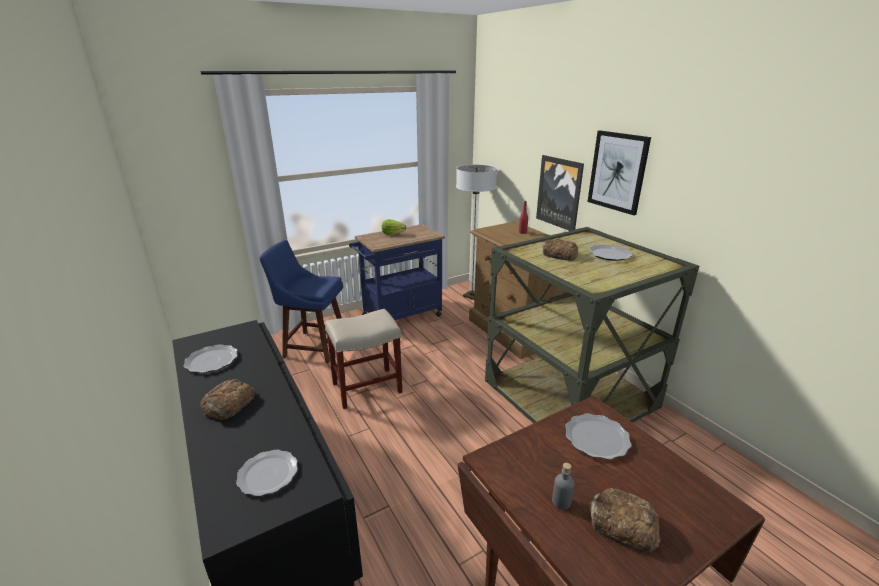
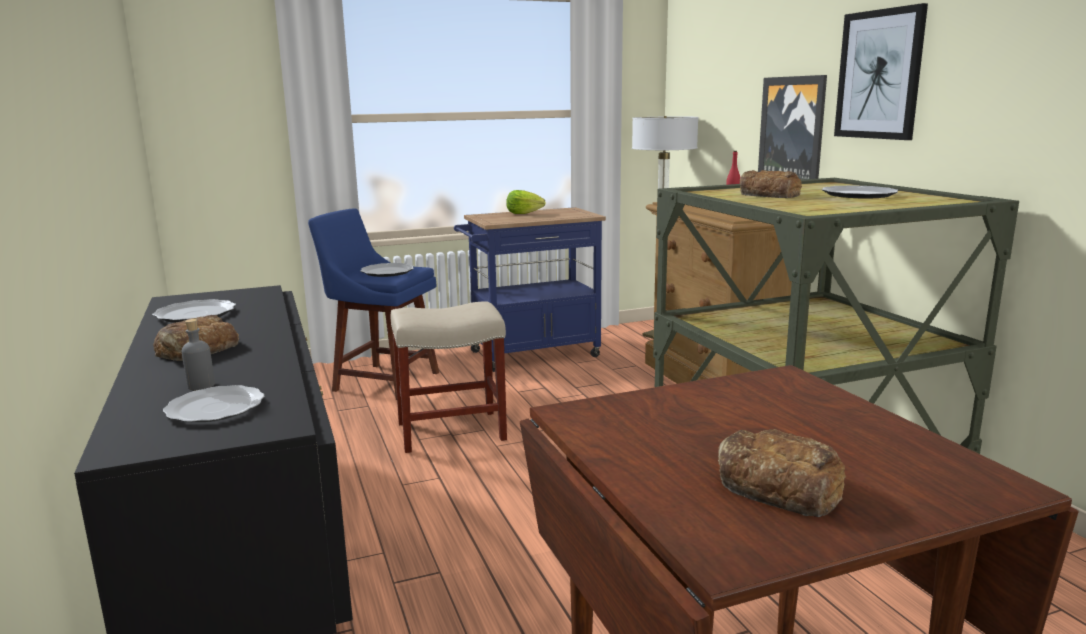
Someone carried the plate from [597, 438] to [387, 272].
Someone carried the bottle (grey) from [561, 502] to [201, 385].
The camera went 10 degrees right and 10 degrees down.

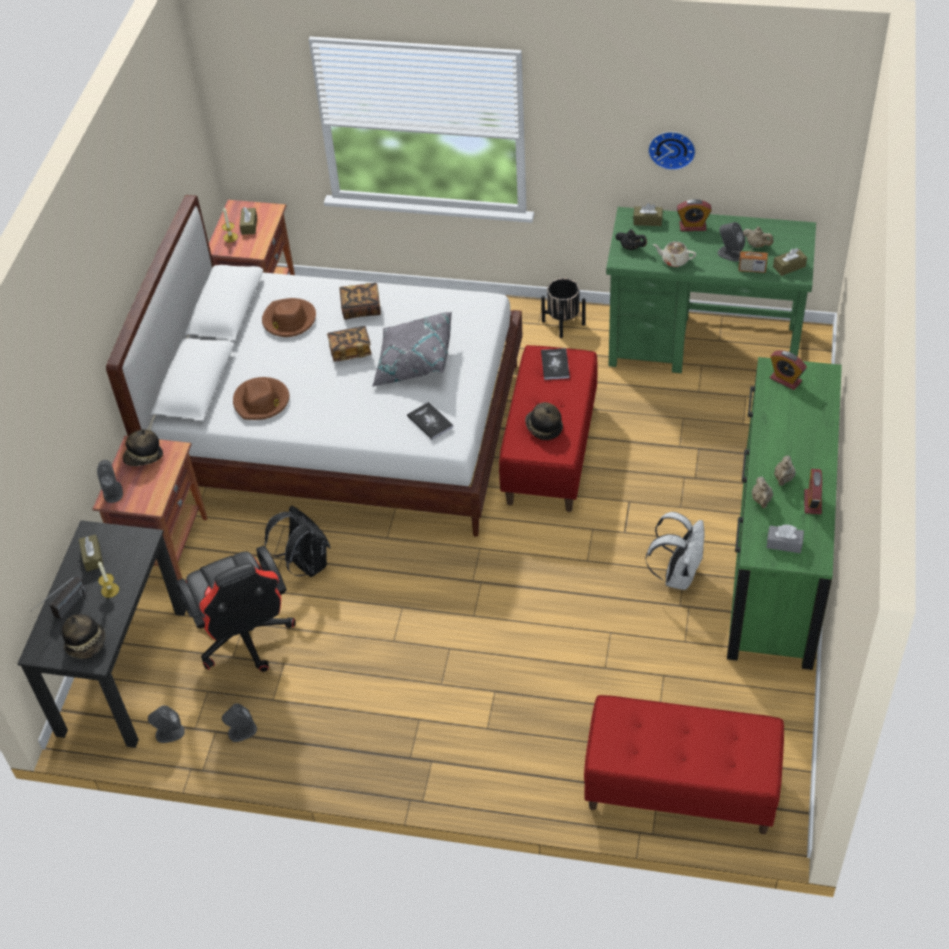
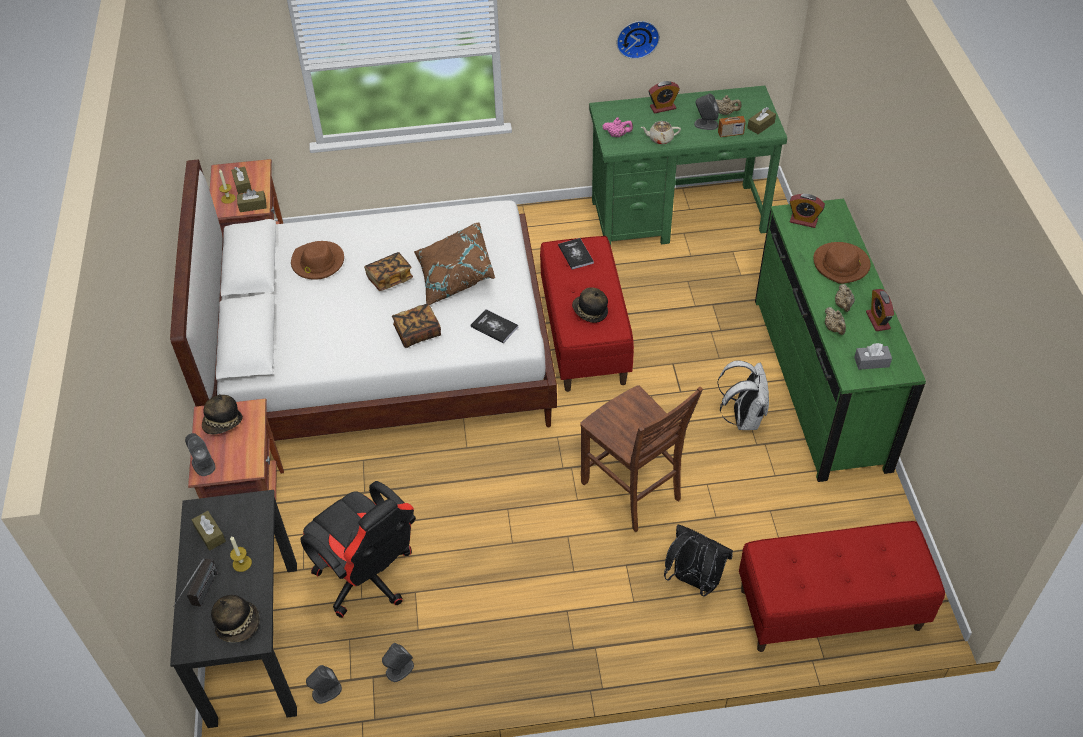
Someone carried the tissue box (brown) from [647, 221] to [252, 206].
Someone repainted the teapot (black) at [631, 248], which became the teapot (pink) at [617, 135].
Someone took away the planter (black) at [563, 322].
Someone carried the book from [361, 308] to [417, 333].
Someone repainted the pillow (grey) at [413, 362], which became the pillow (brown) at [454, 277].
Someone carried the hat (brown) from [261, 401] to [841, 265].
Someone carried the backpack (black) from [305, 564] to [693, 580].
Someone put down the chair (brown) at [633, 492].
The camera went 20 degrees left and 0 degrees up.

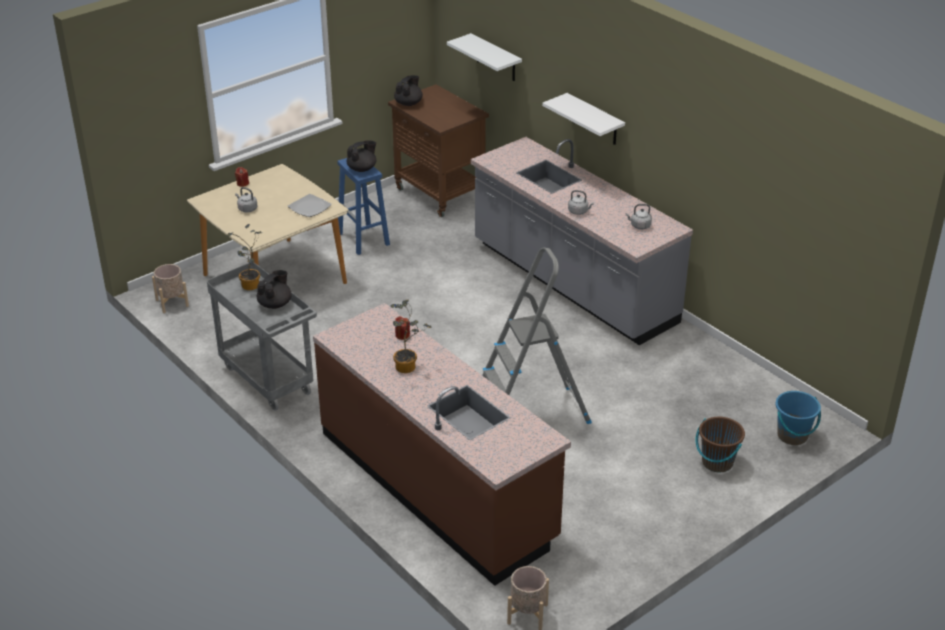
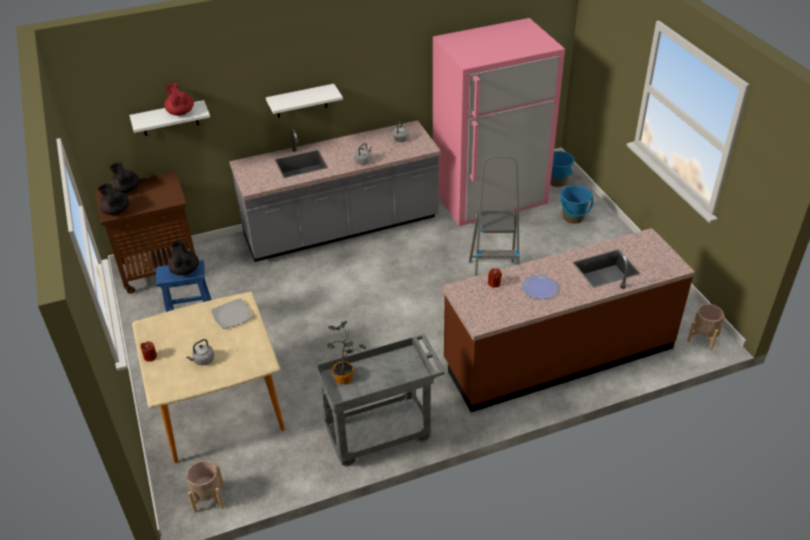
Someone carried the teapot (black) from [275, 304] to [127, 189].
Someone swapped the potted plant at [408, 367] for the plate at [539, 288].
Someone repainted the bucket (brown) at [717, 462], which became the bucket (blue) at [573, 217].
Someone put down the fridge (pink) at [490, 196].
Someone put down the teapot (red) at [180, 112].
The camera went 70 degrees left and 5 degrees up.

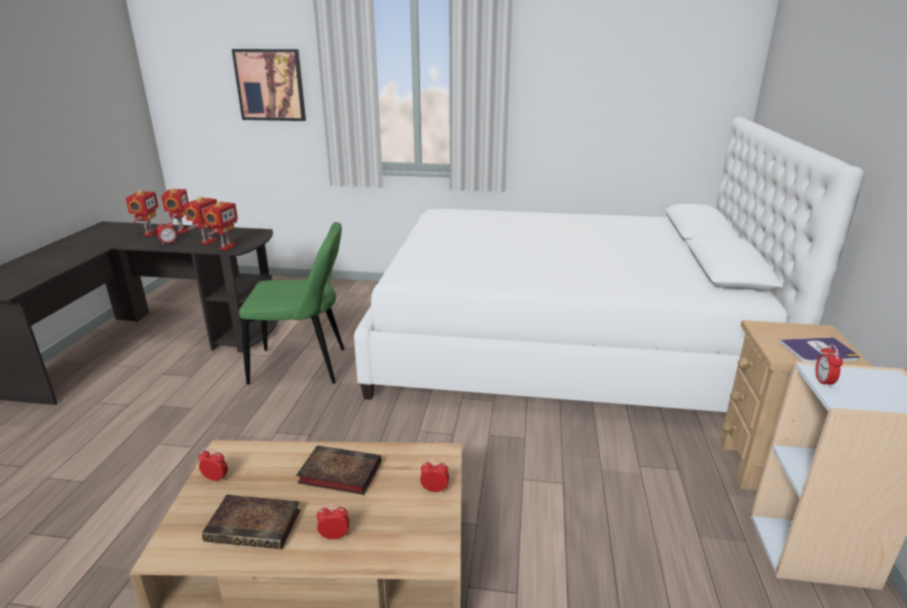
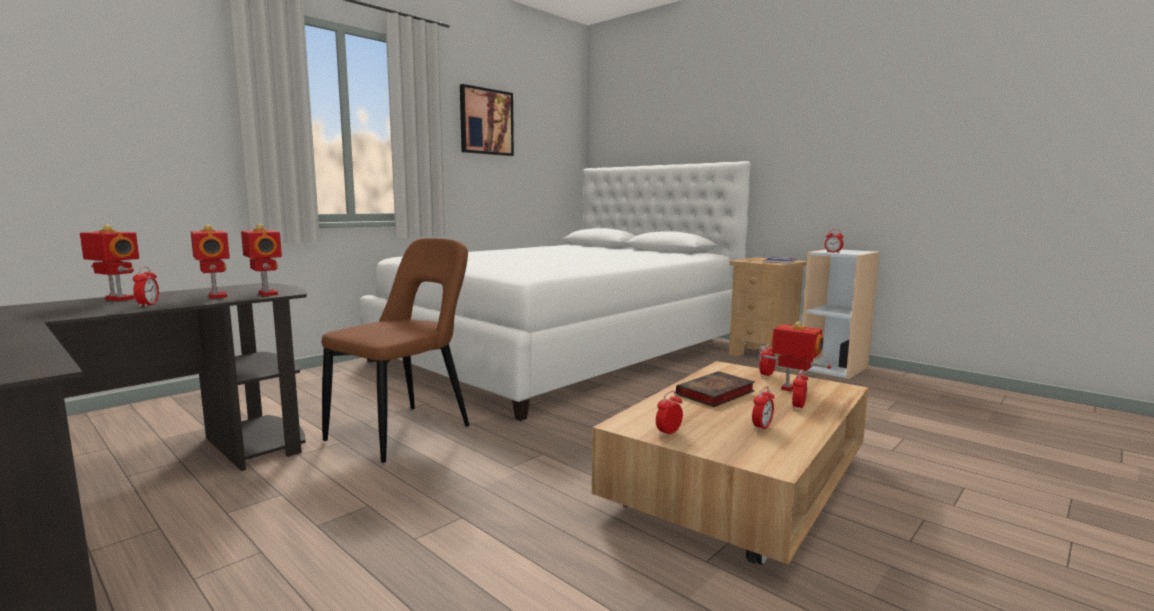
Someone carried the picture from [270, 85] to [486, 122].
Someone carried the toy robot from [149, 233] to [793, 390].
Someone repainted the chair (green) at [303, 366], which became the chair (brown) at [405, 431].
Someone swapped the book at [256, 525] for the alarm clock at [762, 427].
The camera went 55 degrees left and 15 degrees down.

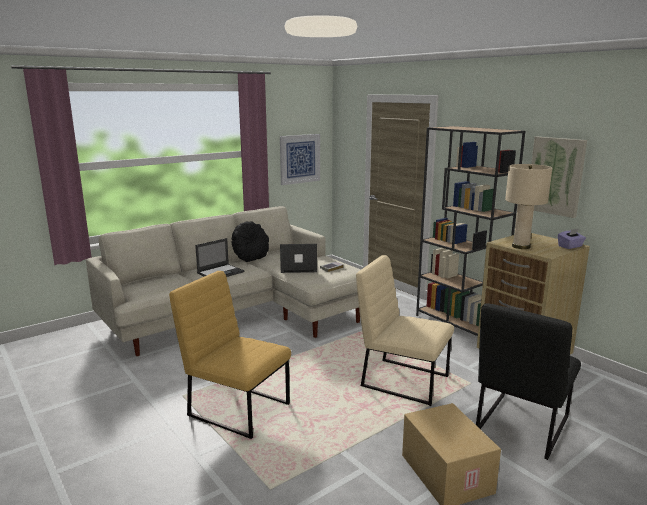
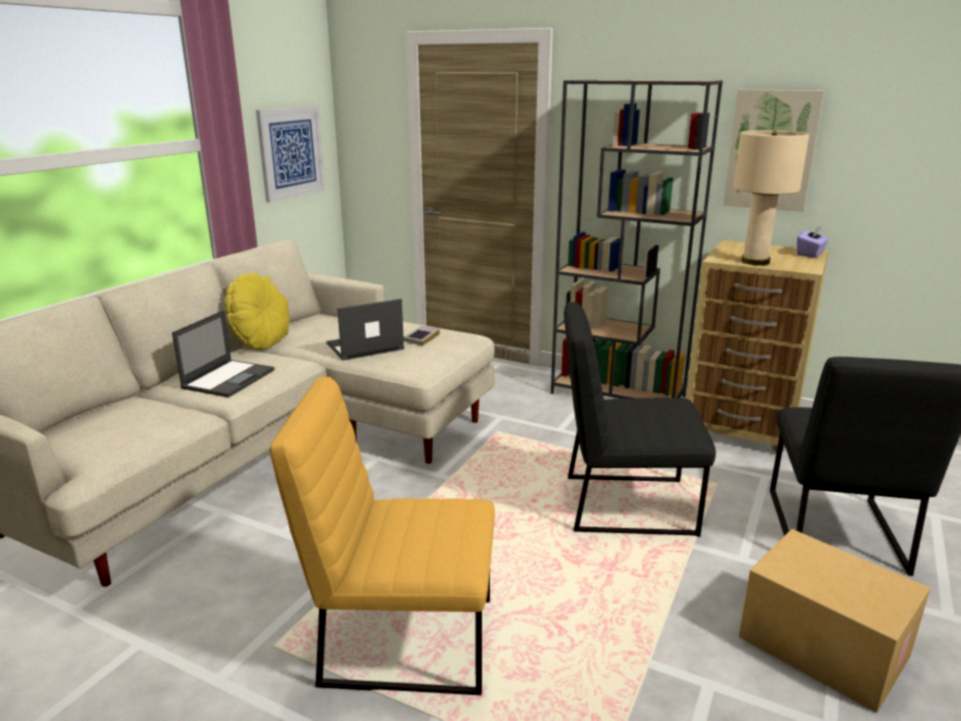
Someone repainted the pillow (black) at [251, 259], which became the pillow (yellow) at [262, 344].
Someone repainted the chair (beige) at [402, 380], which became the chair (black) at [624, 504].
The camera went 25 degrees left and 5 degrees up.

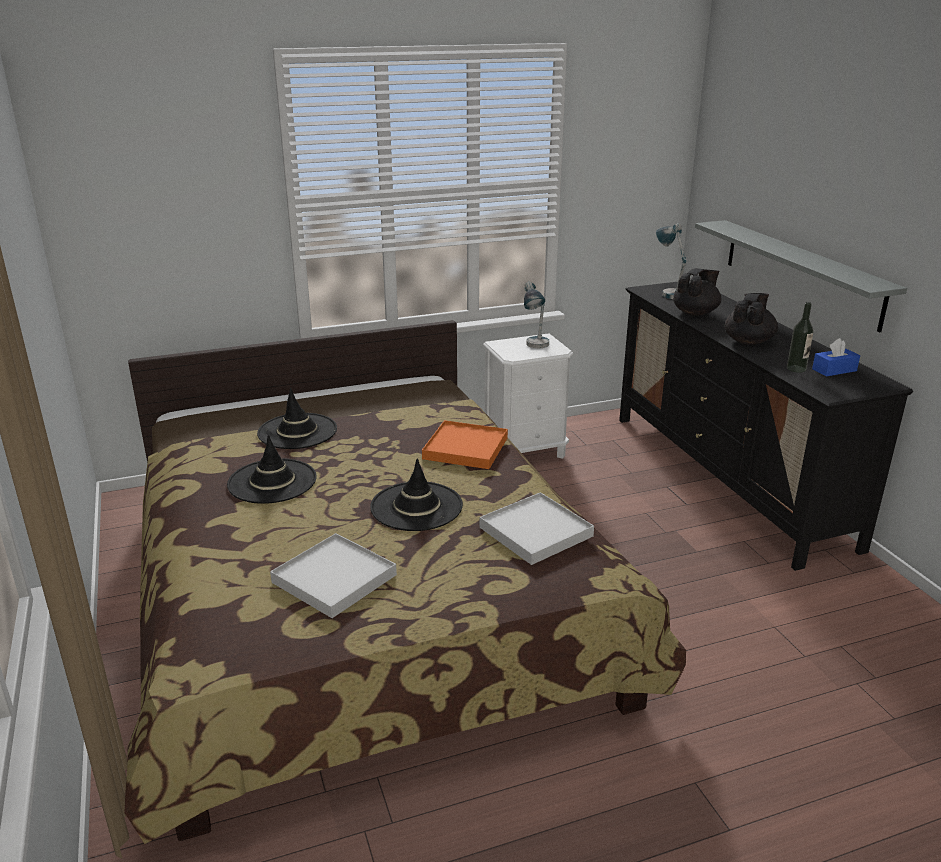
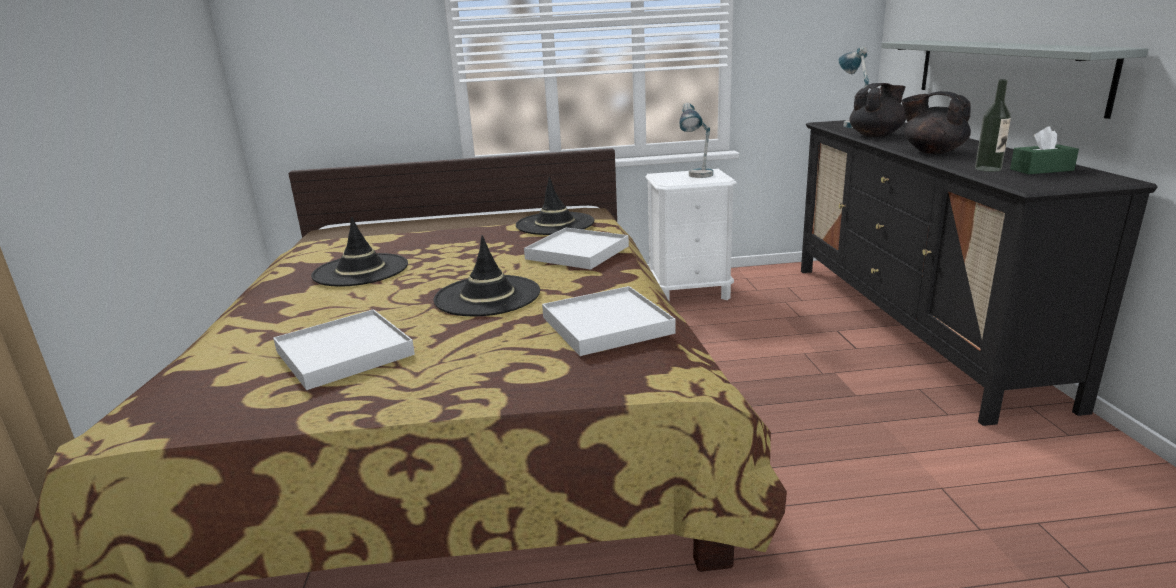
Someone rotated the teapot (black) at [748, 341] by 90 degrees counterclockwise.
Someone repainted the tissue box (blue) at [834, 370], which became the tissue box (green) at [1041, 170].
Someone carried the hat (black) from [297, 431] to [555, 224].
Someone repainted the tray (orange) at [466, 448], which became the tray (white) at [578, 252].
The camera went 15 degrees right and 5 degrees down.

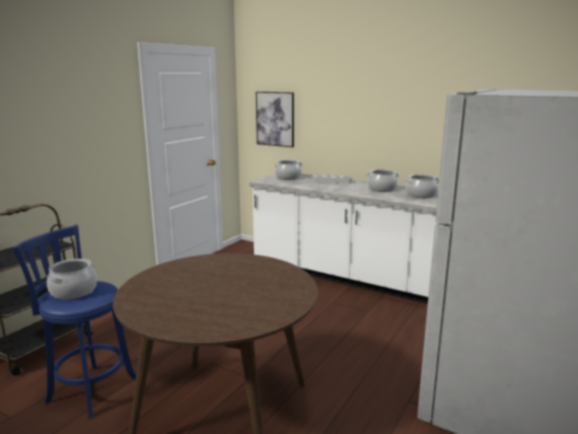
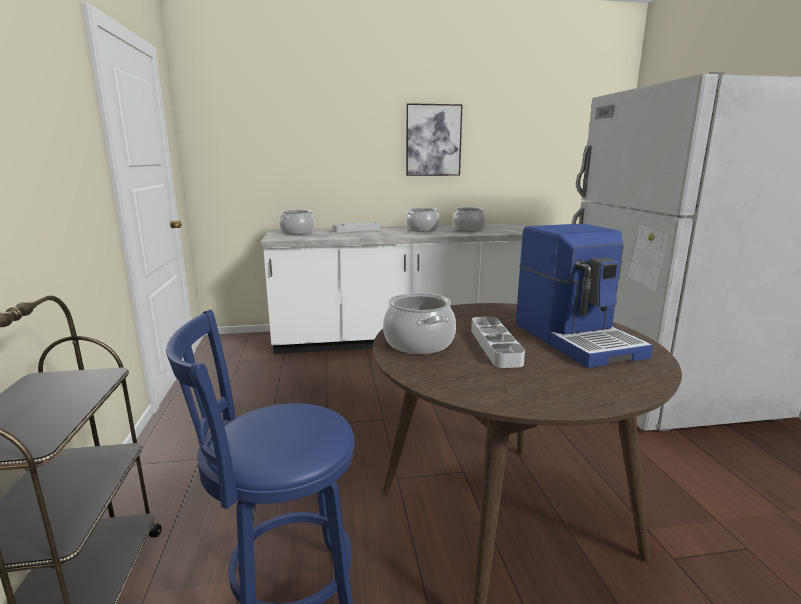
Someone carried the picture from [275, 119] to [433, 140].
Someone carried the cooking pot from [74, 291] to [419, 343].
Someone put down the coffee machine at [577, 339].
Someone put down the tray (grey) at [495, 346].
The camera went 40 degrees left and 0 degrees up.

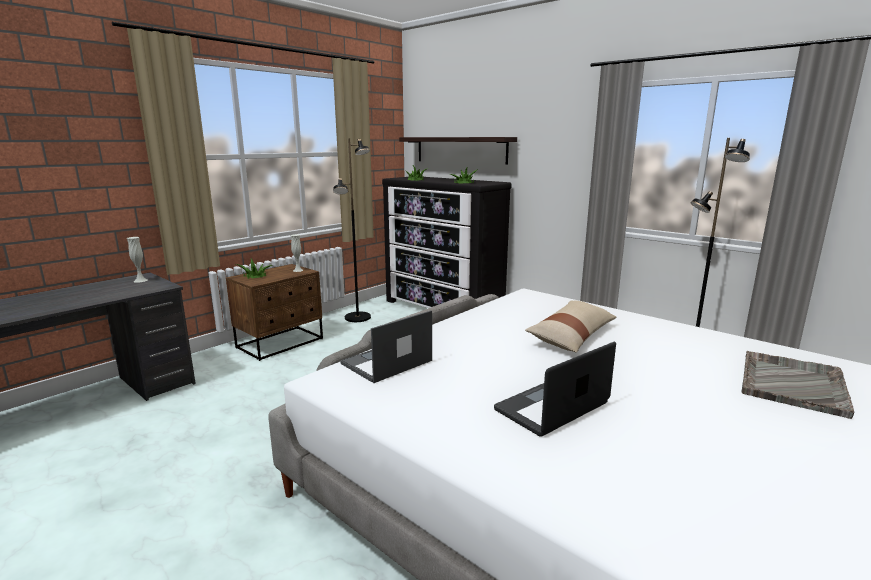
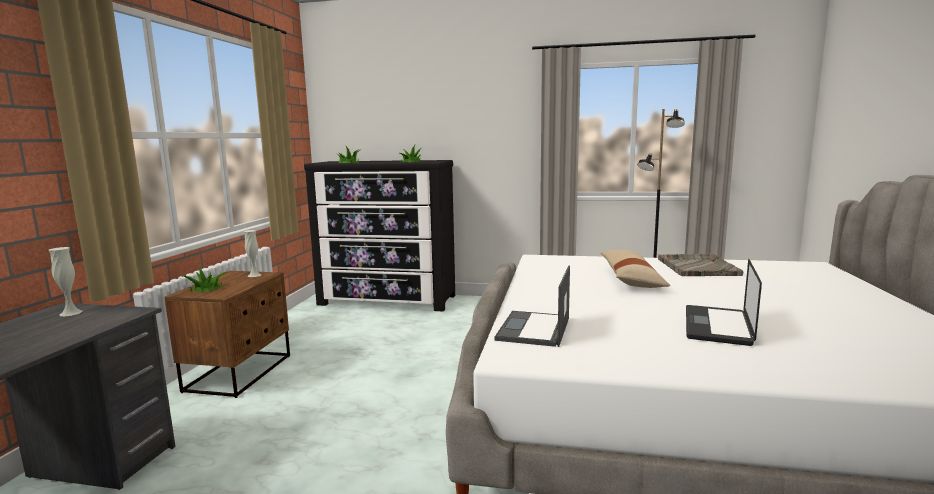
Someone took away the shelf at [460, 150].
Someone took away the floor lamp (black) at [358, 318].
Someone carried the tray (grey) from [792, 383] to [697, 267].
The camera went 30 degrees left and 5 degrees down.

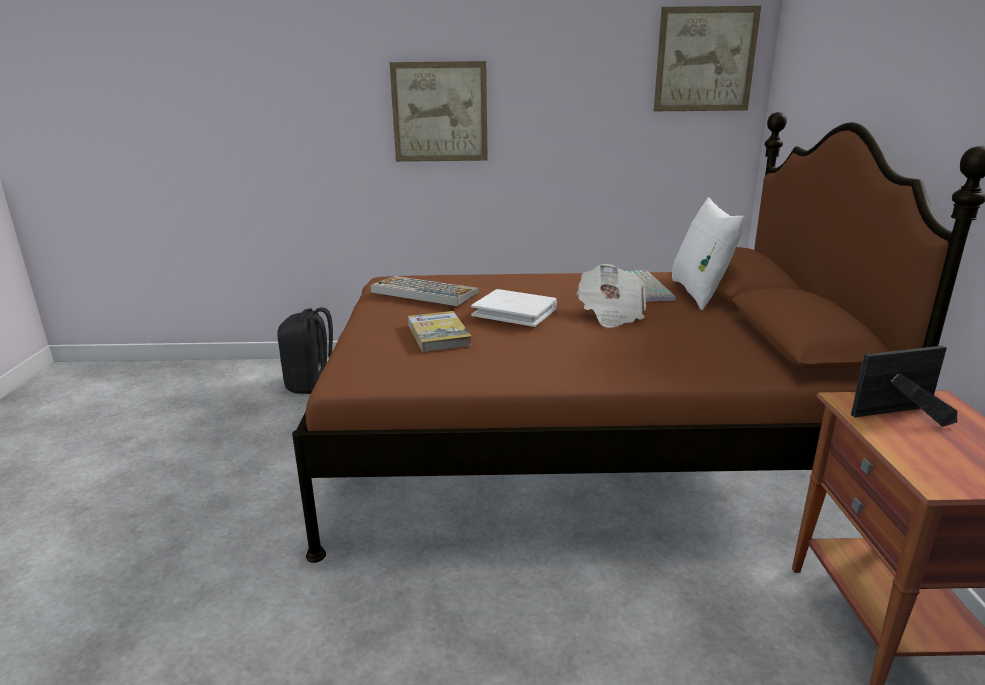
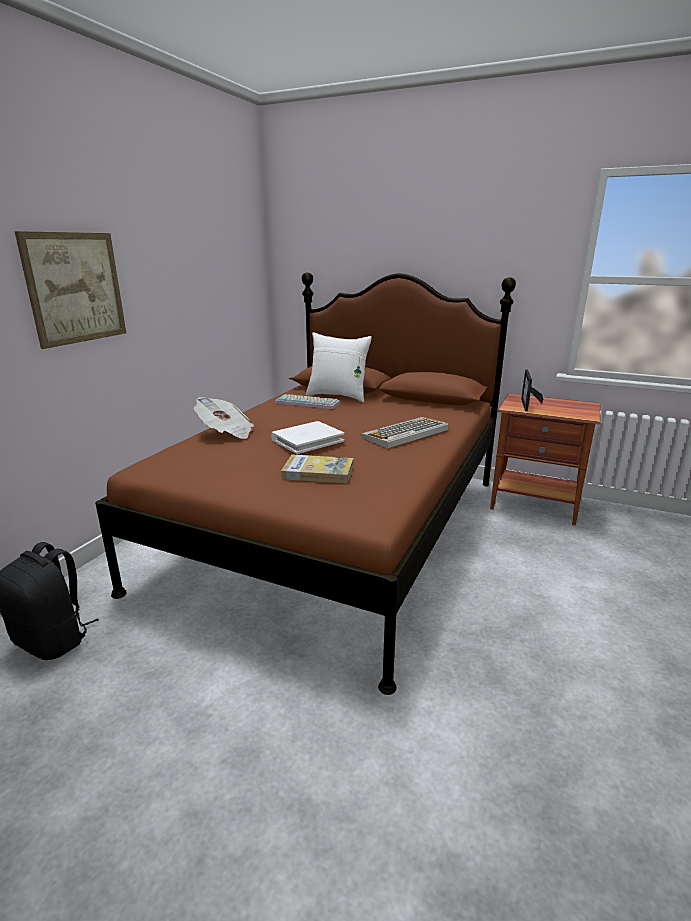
Someone took away the picture at [705, 60].
Someone carried the newspaper from [610, 314] to [226, 432].
Someone carried the keyboard from [423, 292] to [405, 433].
The camera went 65 degrees left and 0 degrees up.

